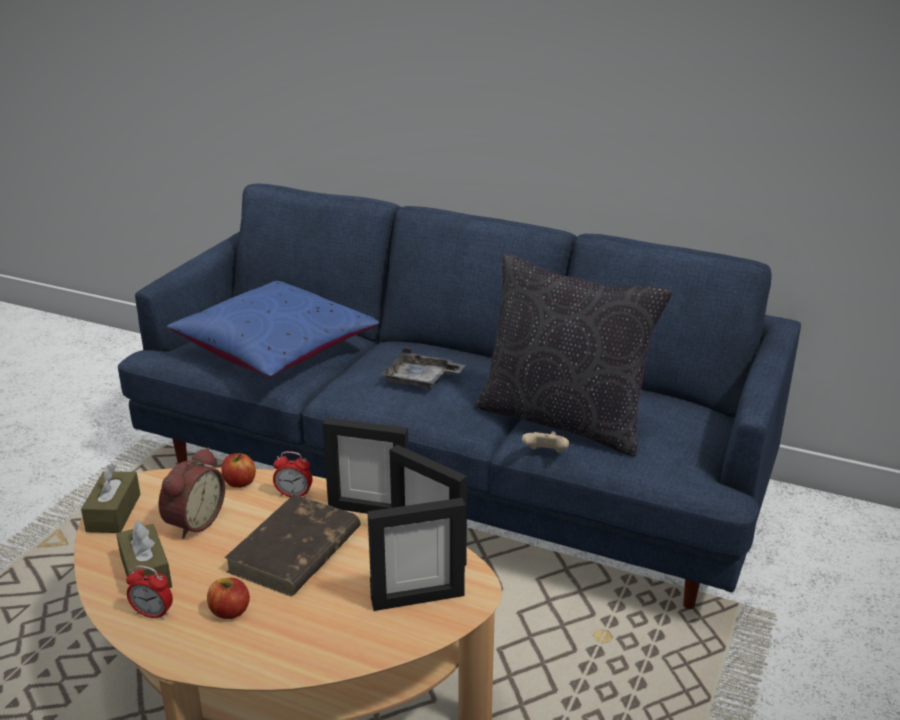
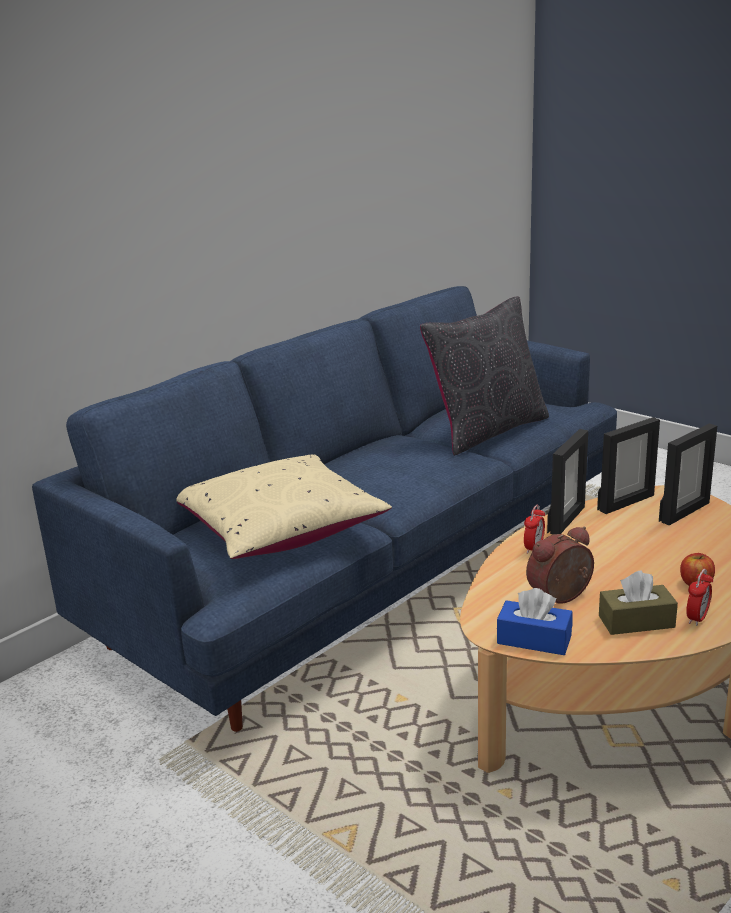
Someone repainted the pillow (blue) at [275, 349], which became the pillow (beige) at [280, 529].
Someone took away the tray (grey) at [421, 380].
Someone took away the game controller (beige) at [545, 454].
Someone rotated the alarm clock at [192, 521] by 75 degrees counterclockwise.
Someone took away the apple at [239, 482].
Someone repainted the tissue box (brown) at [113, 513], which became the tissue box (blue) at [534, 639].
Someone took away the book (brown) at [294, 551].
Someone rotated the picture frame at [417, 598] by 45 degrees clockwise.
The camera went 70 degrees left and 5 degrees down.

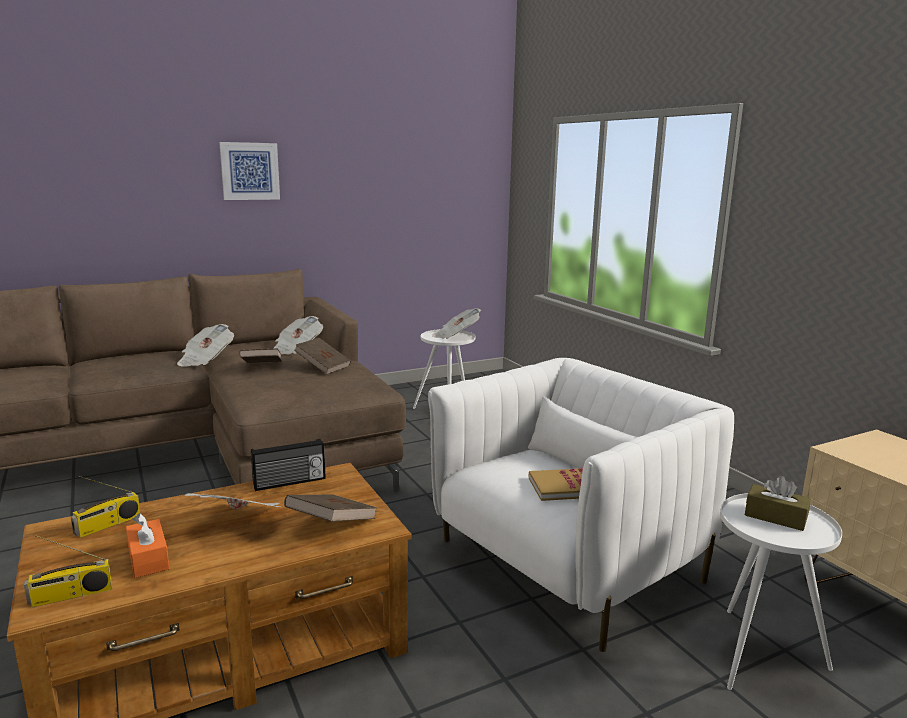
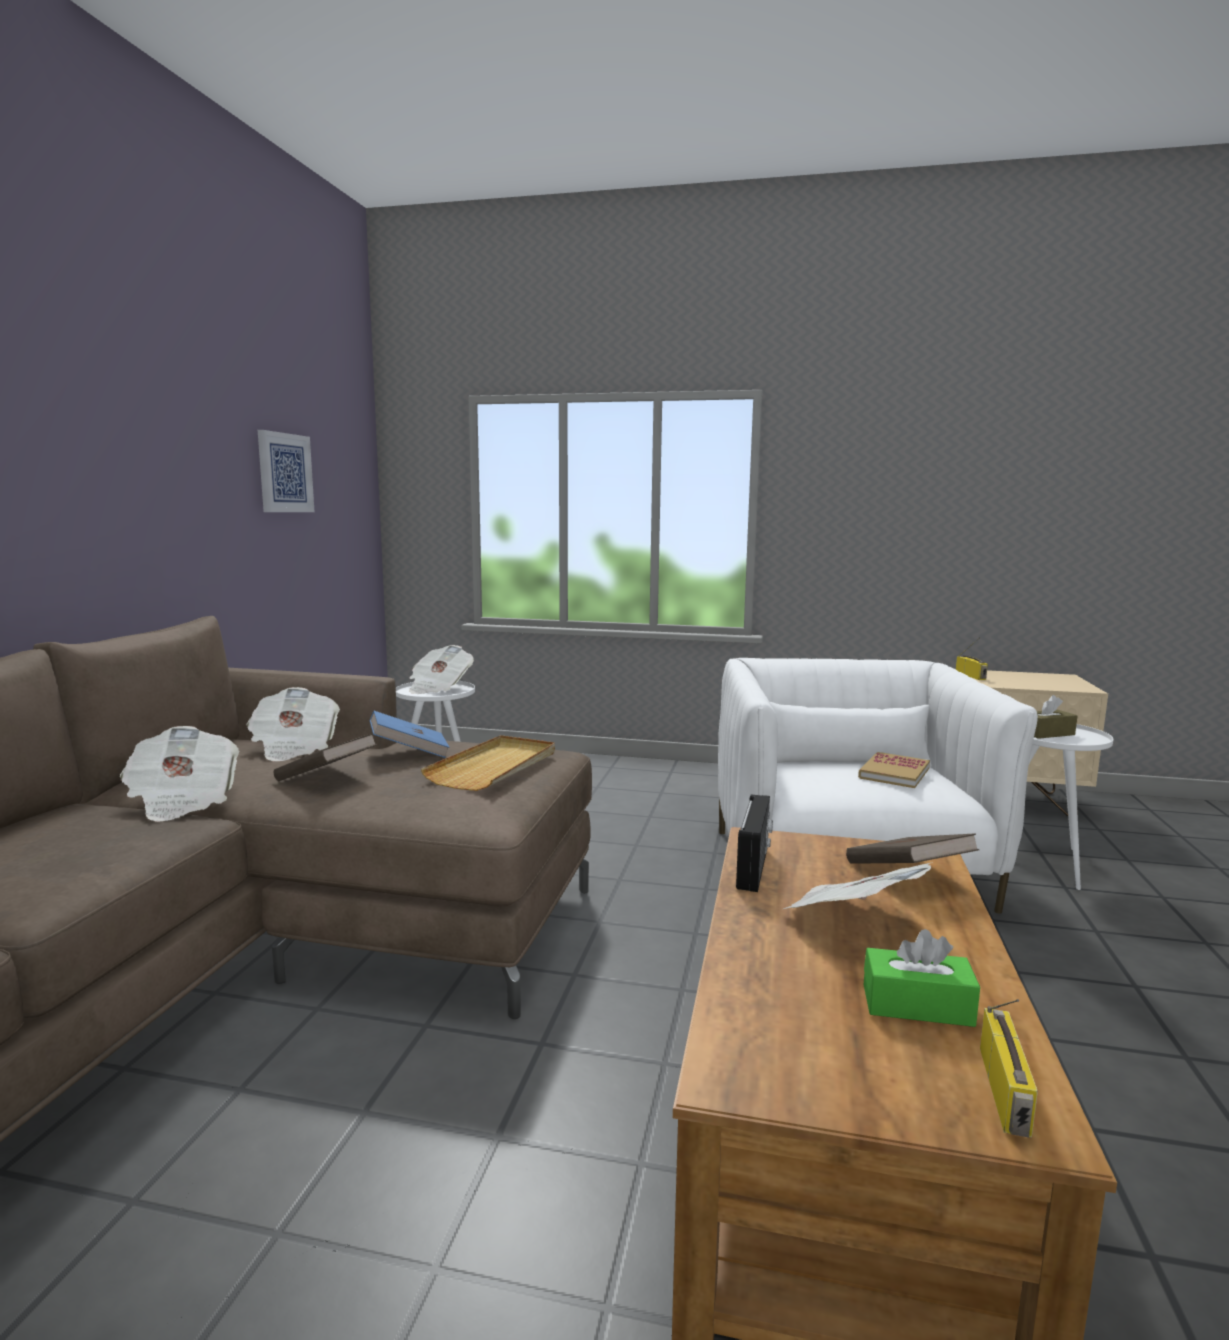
Someone carried the picture from [250, 171] to [284, 473].
Someone repainted the book (brown) at [323, 367], which became the book (blue) at [409, 753].
Someone carried the radio from [108, 525] to [971, 676].
Someone repainted the tissue box (orange) at [148, 558], which became the tissue box (green) at [917, 1005].
Someone put down the tray (beige) at [494, 767].
The camera went 50 degrees left and 5 degrees down.

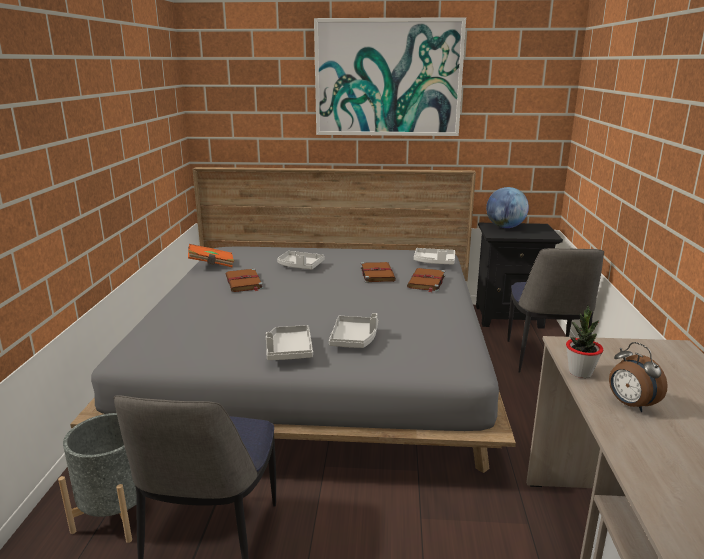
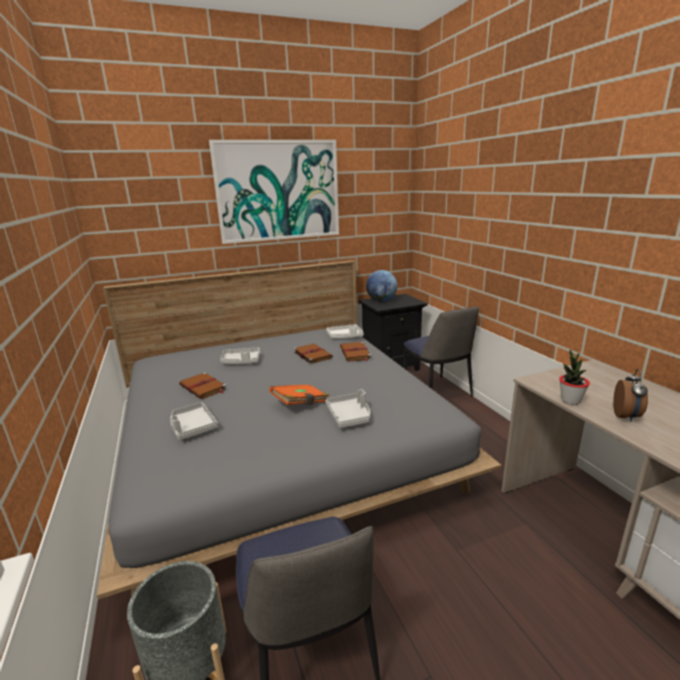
Someone carried the book (orange) from [211, 265] to [300, 404].
Someone carried the tray (grey) from [289, 350] to [192, 427].
Someone rotated the alarm clock at [630, 405] by 105 degrees counterclockwise.
The camera went 25 degrees left and 0 degrees up.

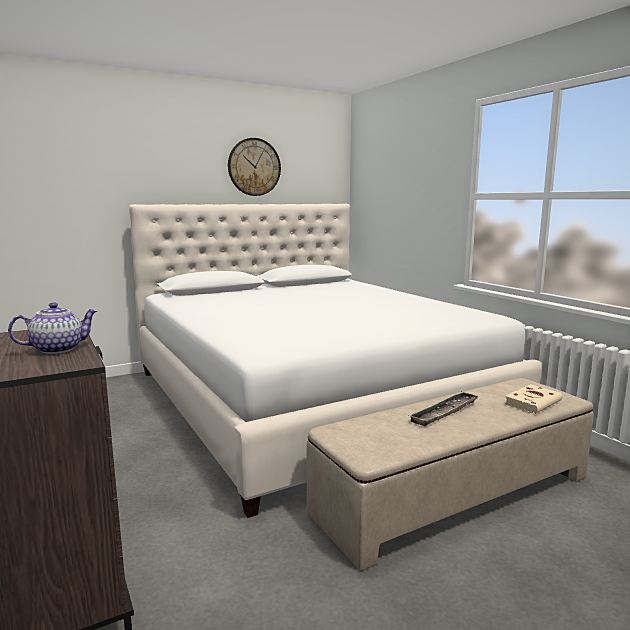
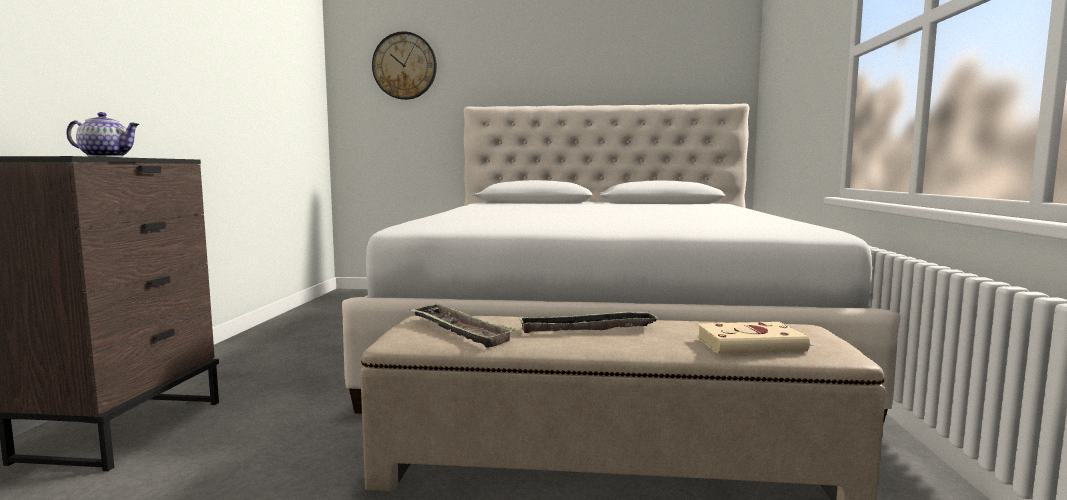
Someone carried the wall clock from [254, 167] to [404, 66].
Someone put down the tray at [459, 331].
The camera went 35 degrees right and 5 degrees down.

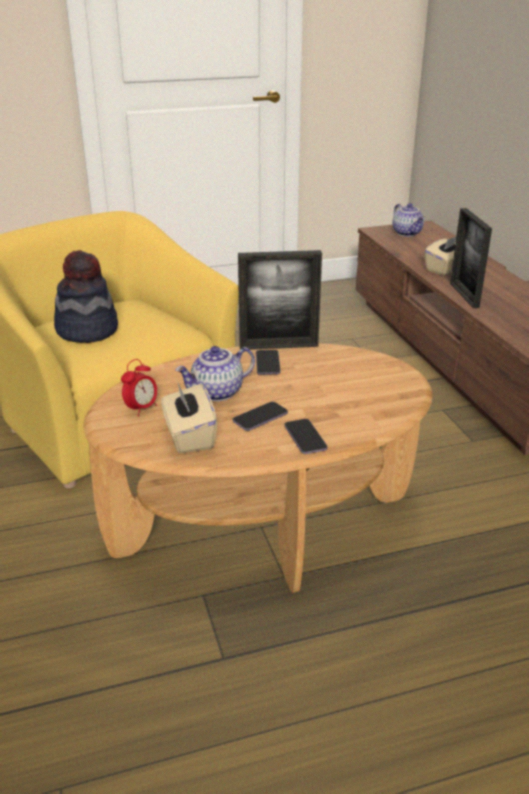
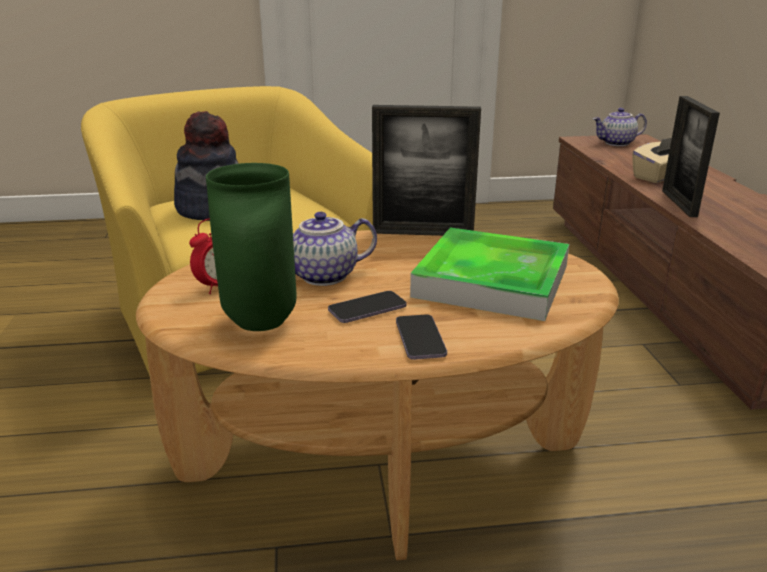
Someone rotated the teapot at [407, 233] by 90 degrees clockwise.
Someone took away the phone at [267, 364].
Someone swapped the tissue box (beige) at [189, 436] for the vase (green) at [263, 323].
Someone put down the tray at [491, 281].
The camera went 10 degrees right and 5 degrees down.

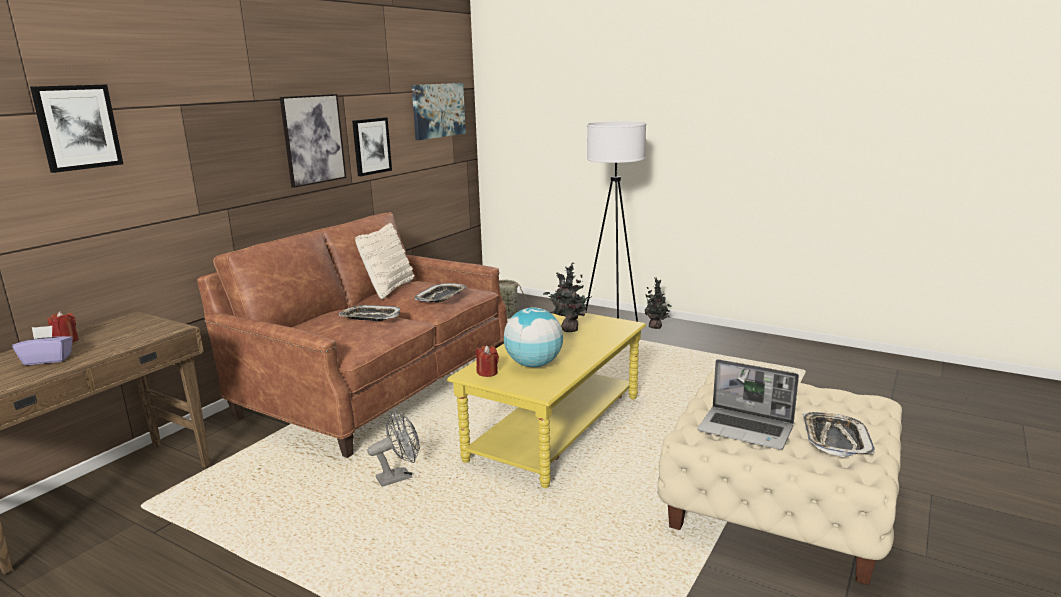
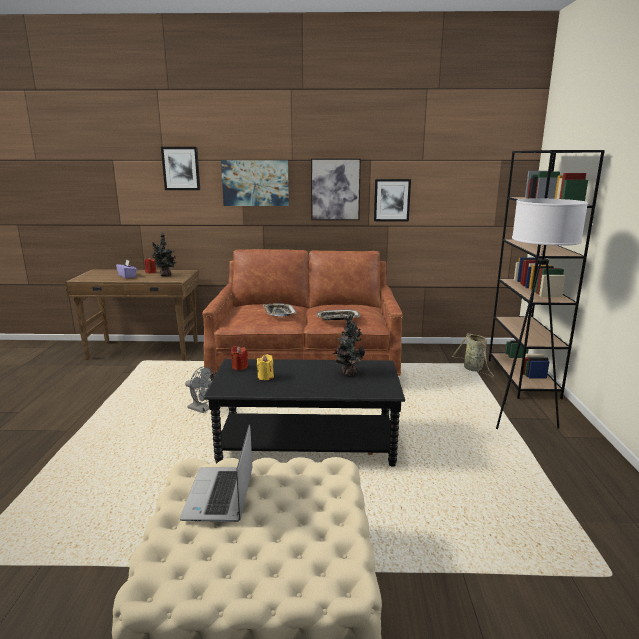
Someone carried the picture from [438, 110] to [255, 183].
Someone took away the pillow (beige) at [389, 289].
Someone carried the potted plant from [656, 327] to [165, 275].
Someone swapped the globe at [533, 364] for the candle (yellow) at [265, 377].
Someone repainted the coffee table (yellow) at [556, 427], which became the coffee table (black) at [307, 443].
Someone took away the tray at [835, 439].
Someone put down the bookcase (beige) at [523, 378].
The camera went 60 degrees right and 0 degrees up.

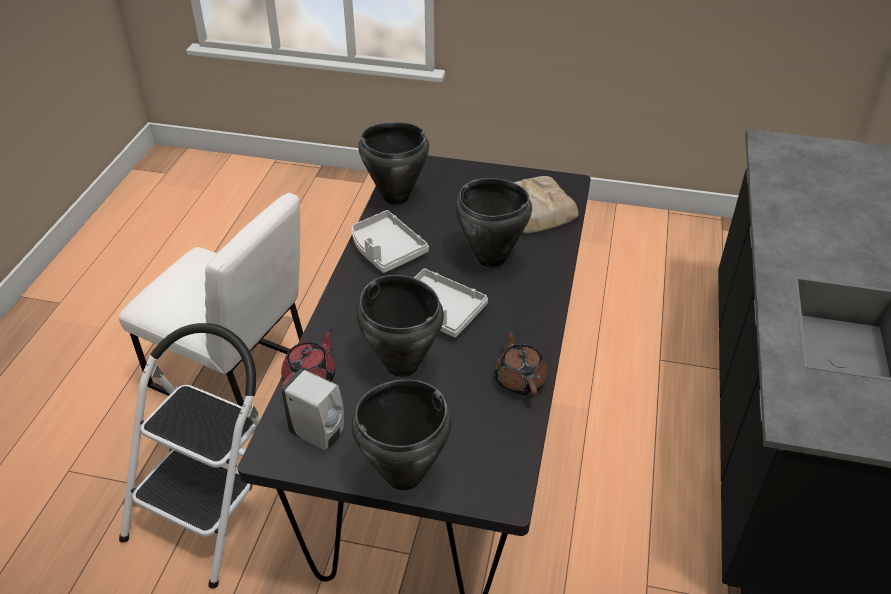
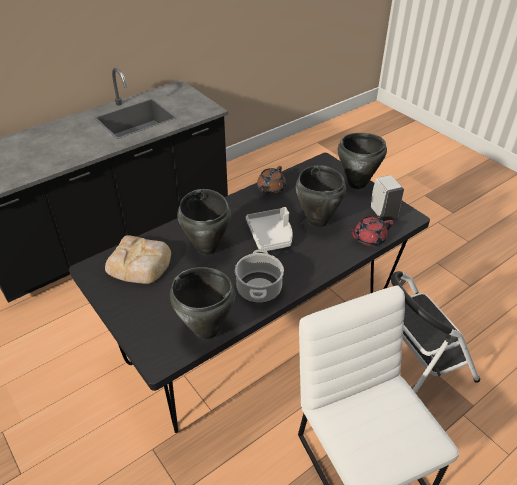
Someone swapped the tray (grey) at [386, 250] for the cooking pot at [259, 289].
The camera went 140 degrees left and 0 degrees up.

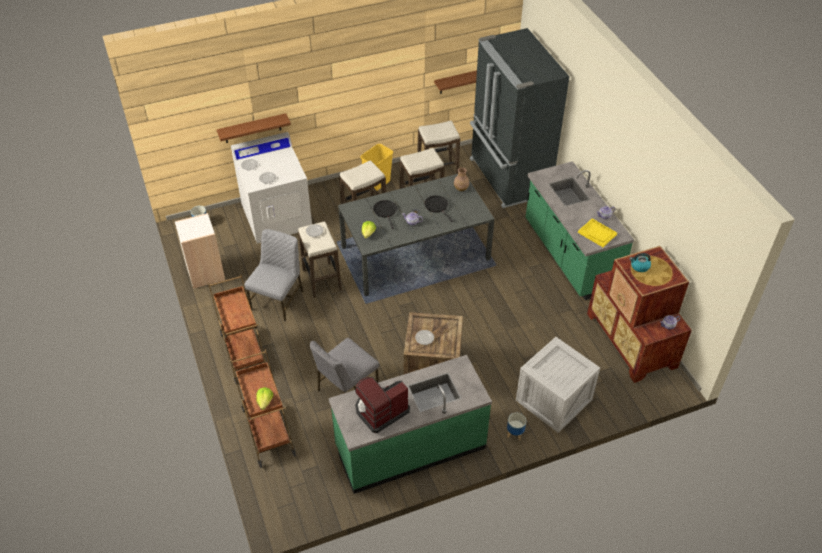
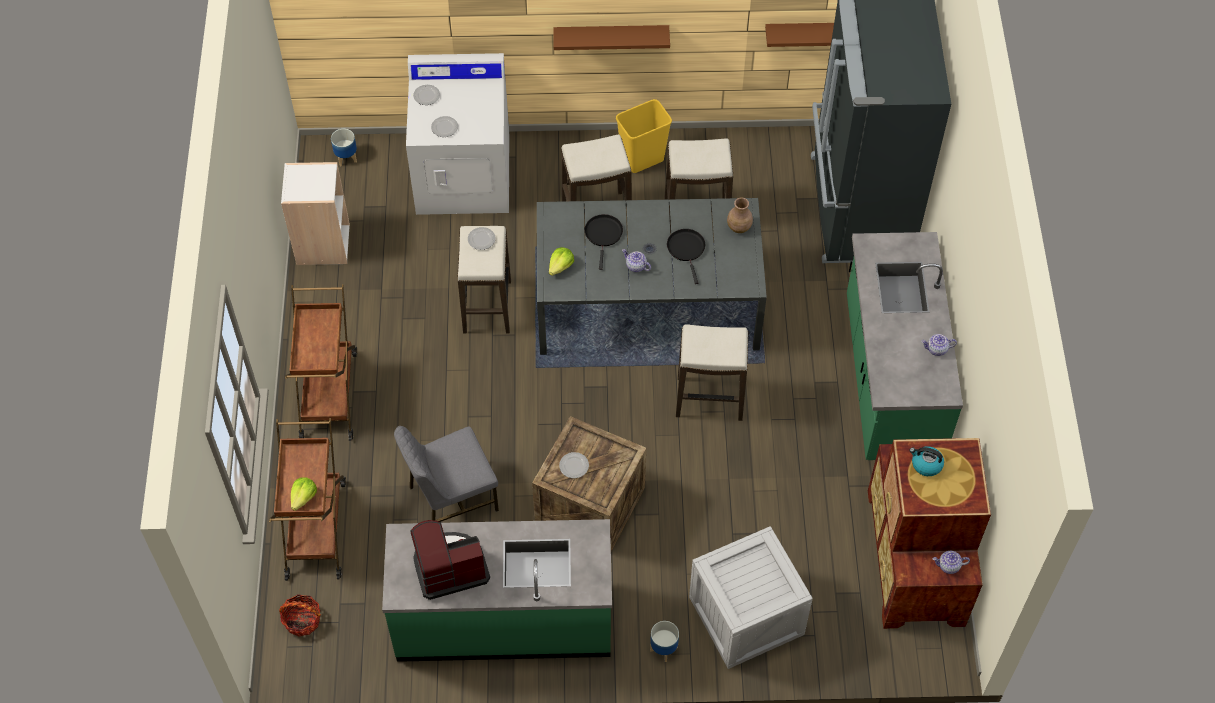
Someone carried the shelf (brown) from [252, 128] to [611, 36].
Someone carried the stool from [437, 173] to [709, 399].
Someone took away the tray (yellow) at [597, 233].
Someone took away the chair (grey) at [278, 299].
Someone put down the basket at [302, 620].
The camera went 20 degrees right and 10 degrees up.

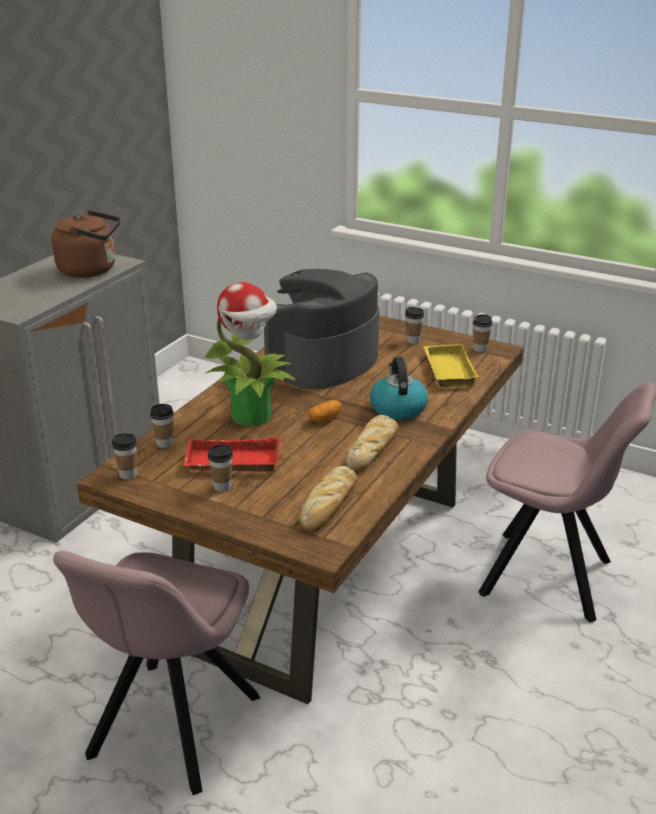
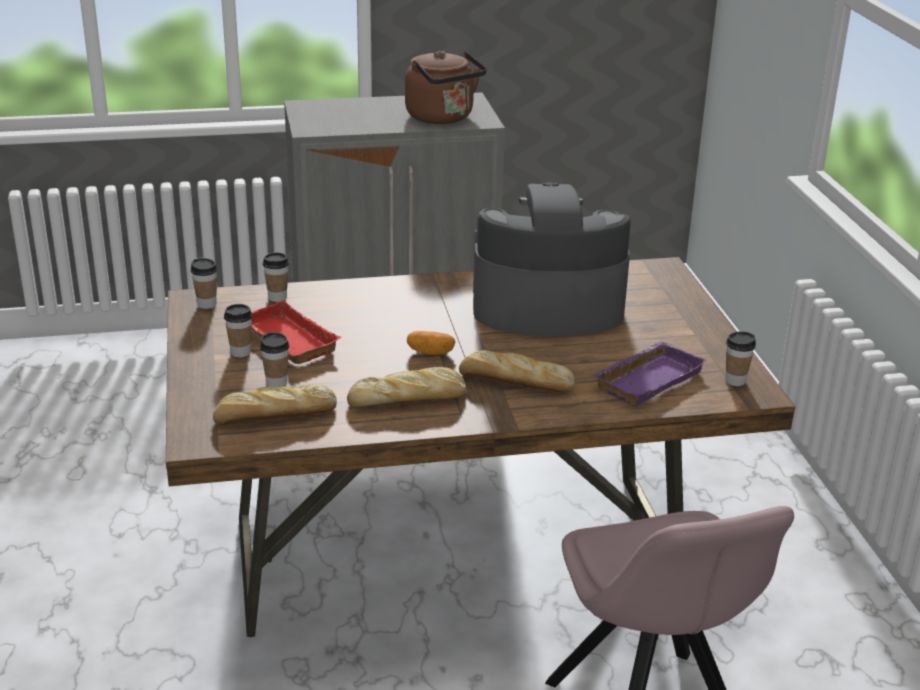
Someone took away the potted plant at [253, 416].
Someone carried the cup from [413, 341] to [276, 383].
Someone repainted the tray (yellow) at [446, 370], which became the tray (purple) at [646, 379].
Someone swapped the kettle at [397, 408] for the bread at [513, 382].
Someone took away the chair (pink) at [172, 726].
The camera went 50 degrees right and 0 degrees up.

